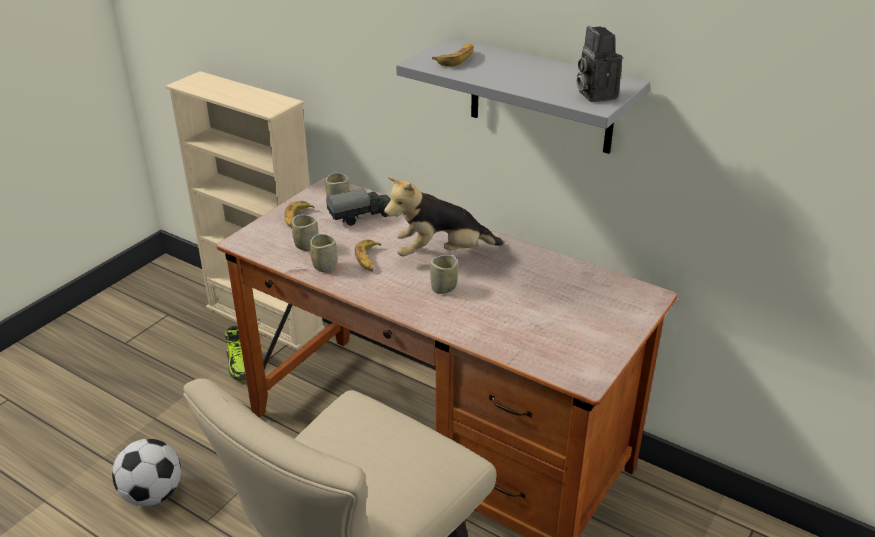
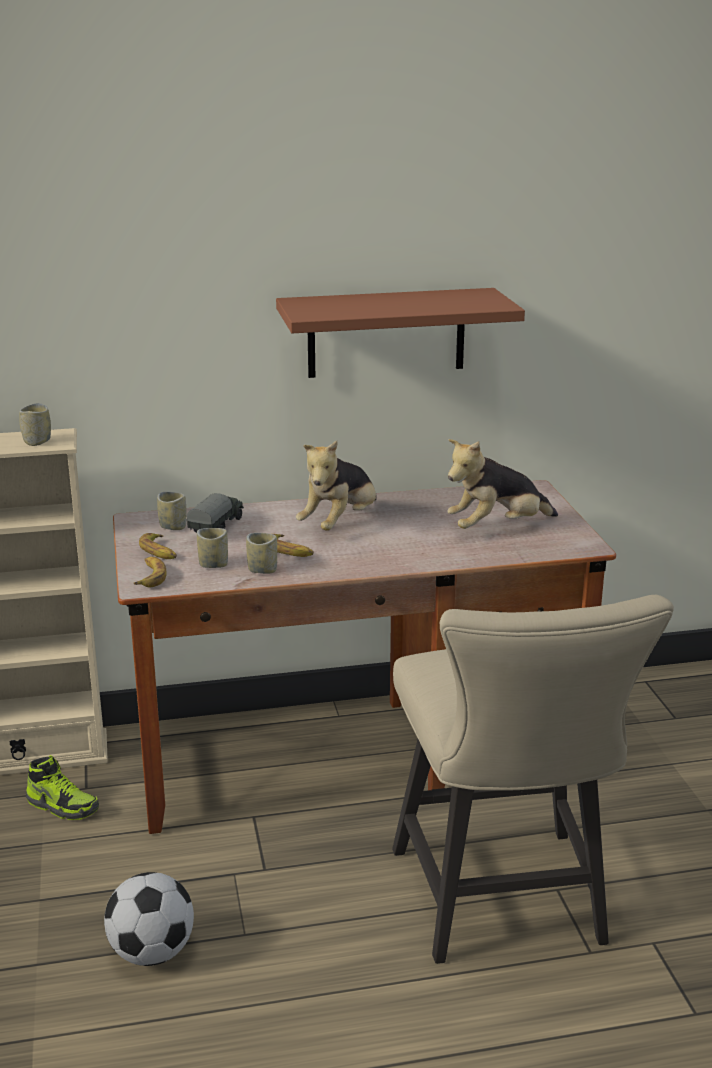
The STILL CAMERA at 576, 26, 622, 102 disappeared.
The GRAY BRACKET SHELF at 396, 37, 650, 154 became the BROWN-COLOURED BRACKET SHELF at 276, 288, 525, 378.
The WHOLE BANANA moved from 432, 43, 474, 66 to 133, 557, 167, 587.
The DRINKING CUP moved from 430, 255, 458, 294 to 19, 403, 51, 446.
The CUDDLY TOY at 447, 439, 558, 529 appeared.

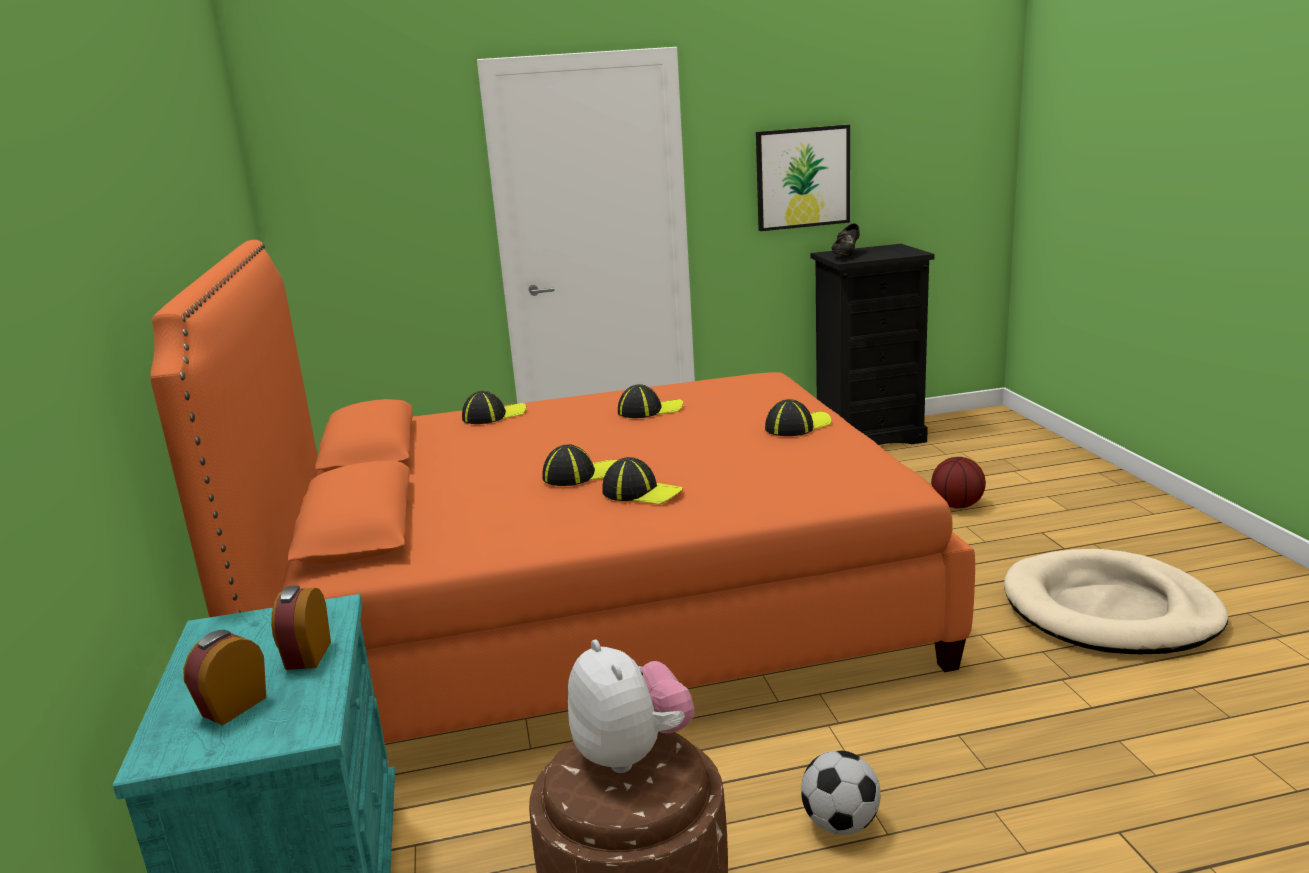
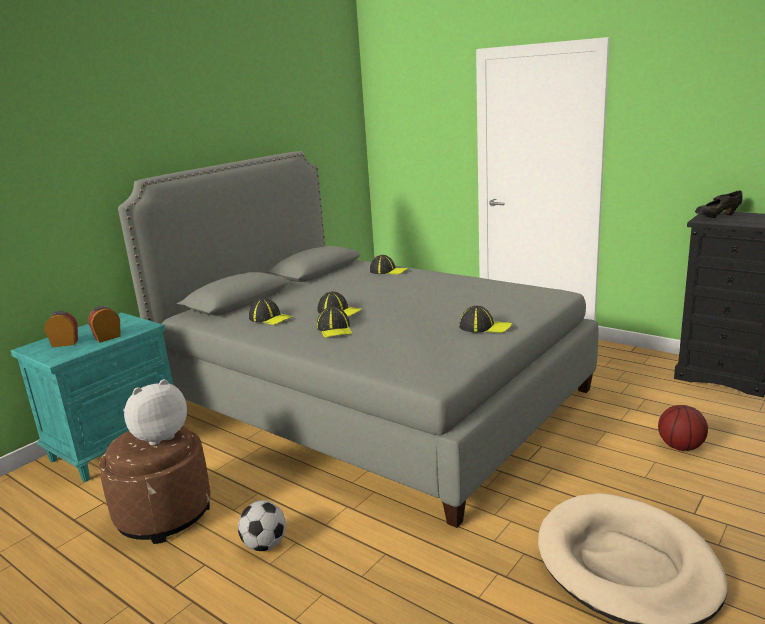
The WALL ART at 756, 125, 850, 231 disappeared.
The ORANGEY SLEEPING BED at 150, 240, 975, 743 became the GRAY SLEEPING BED at 118, 151, 599, 528.
The CAP moved from 618, 384, 683, 418 to 249, 298, 293, 325.
The CUDDLY TOY at 568, 640, 694, 773 turned 150 degrees counterclockwise.

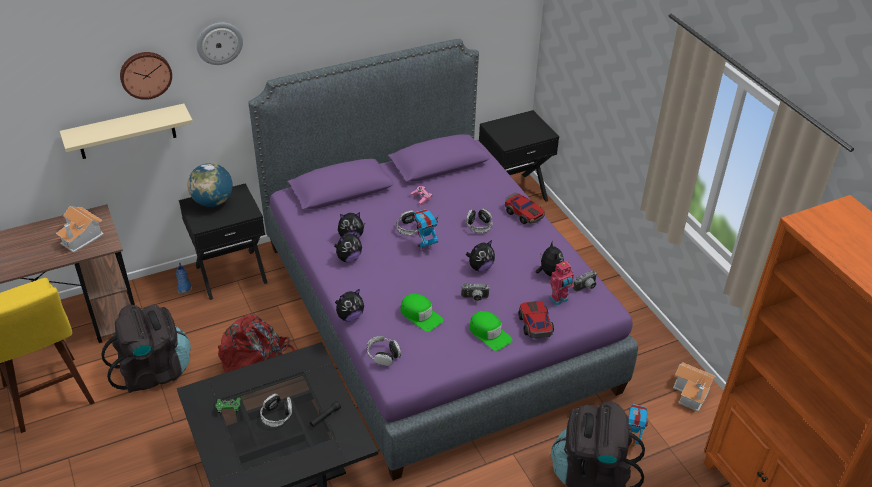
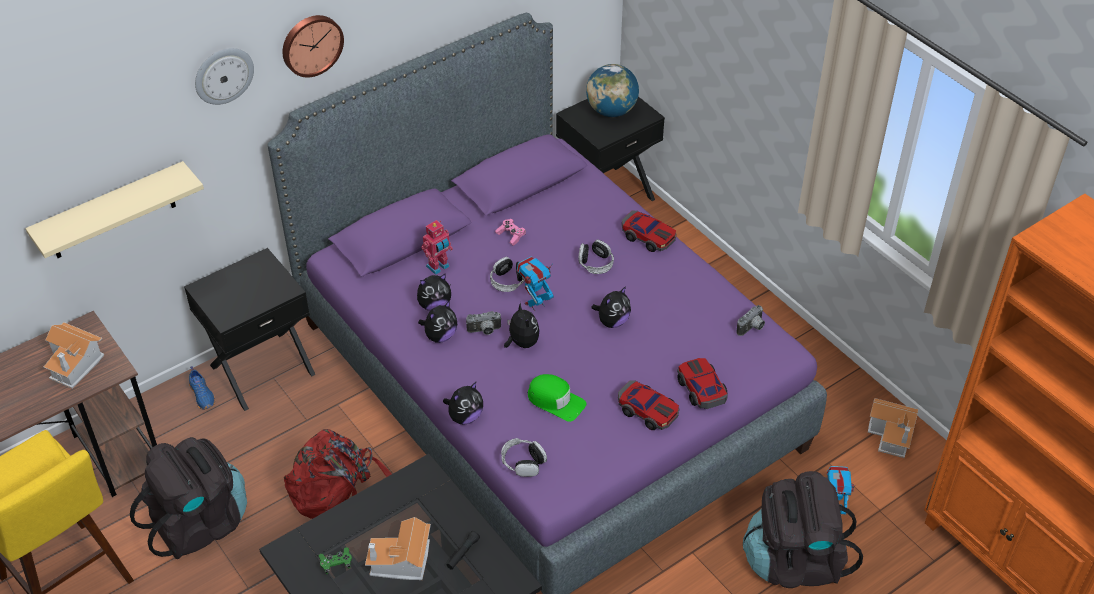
The CLOCK ON THE WALL moved from 120, 52, 172, 100 to 283, 15, 344, 77.
The GLOBE moved from 188, 163, 233, 207 to 586, 64, 639, 117.
The CUDDLY TOY moved from 535, 241, 564, 276 to 504, 302, 540, 348.
The TOY ROBOT moved from 549, 261, 574, 306 to 421, 220, 453, 275.
The STILL CAMERA moved from 461, 283, 490, 301 to 466, 311, 502, 335.
The GREENISH CAP at 469, 311, 512, 351 was replaced by the TOY CAR at 618, 380, 679, 430.
The HEADSET at 260, 394, 292, 427 was replaced by the TOY HOUSE at 365, 517, 431, 580.

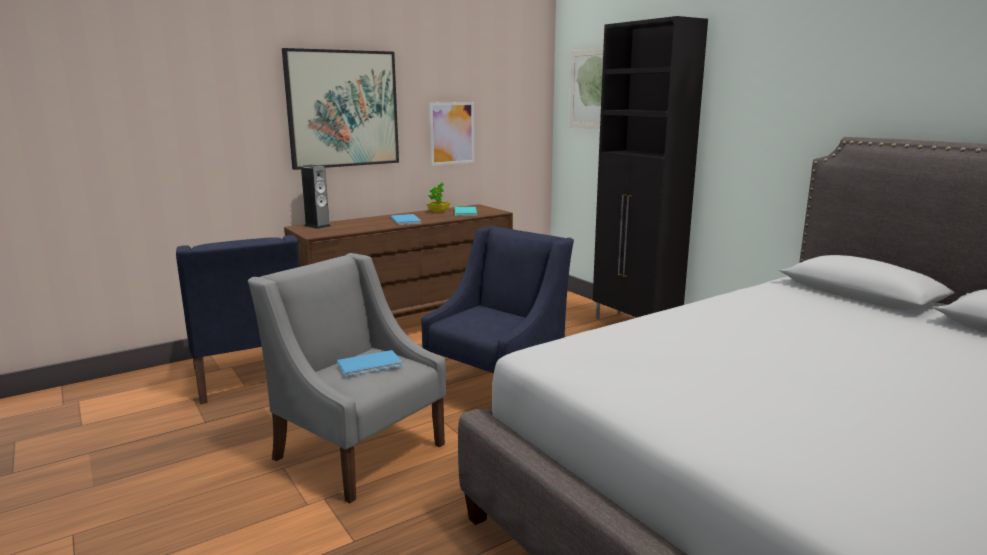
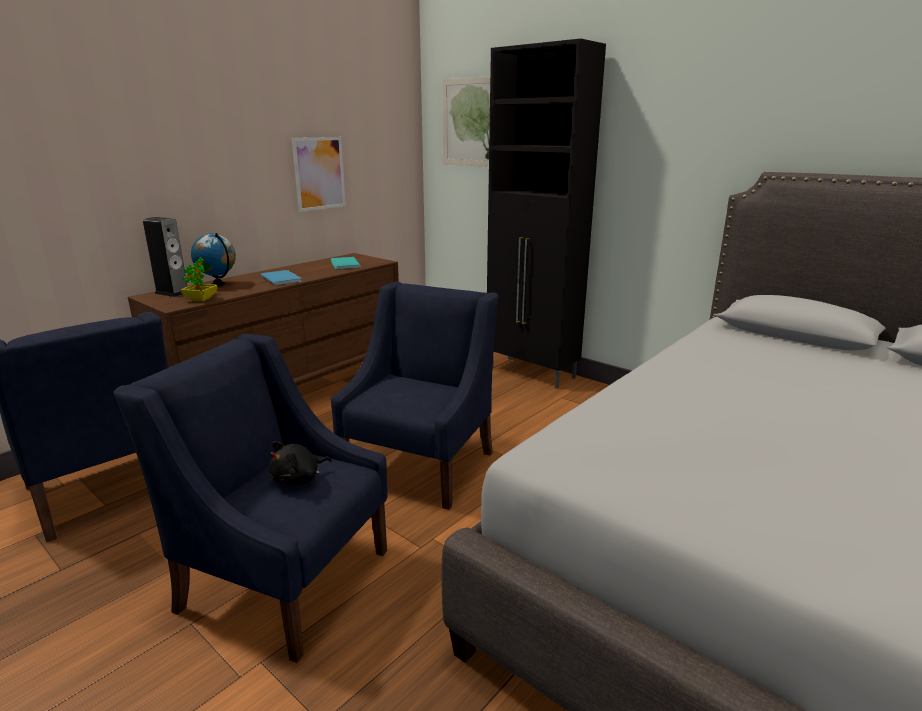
The WALL ART at 282, 48, 399, 170 disappeared.
The HOUSEPLANT moved from 427, 182, 450, 213 to 181, 258, 218, 301.
The GRAY LOUNGE CHAIR at 248, 253, 446, 503 became the BLUE LOUNGE CHAIR at 113, 334, 388, 663.
The BLUE VOLUME at 337, 350, 402, 377 was replaced by the BLACK-COLOURED CUDDLY TOY at 269, 441, 331, 485.
The GLOBE at 191, 233, 236, 286 appeared.

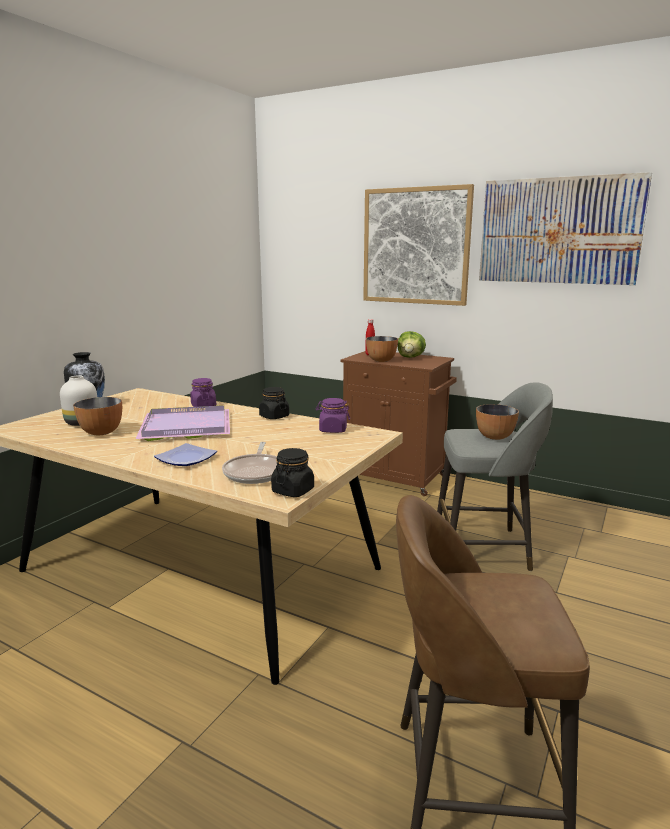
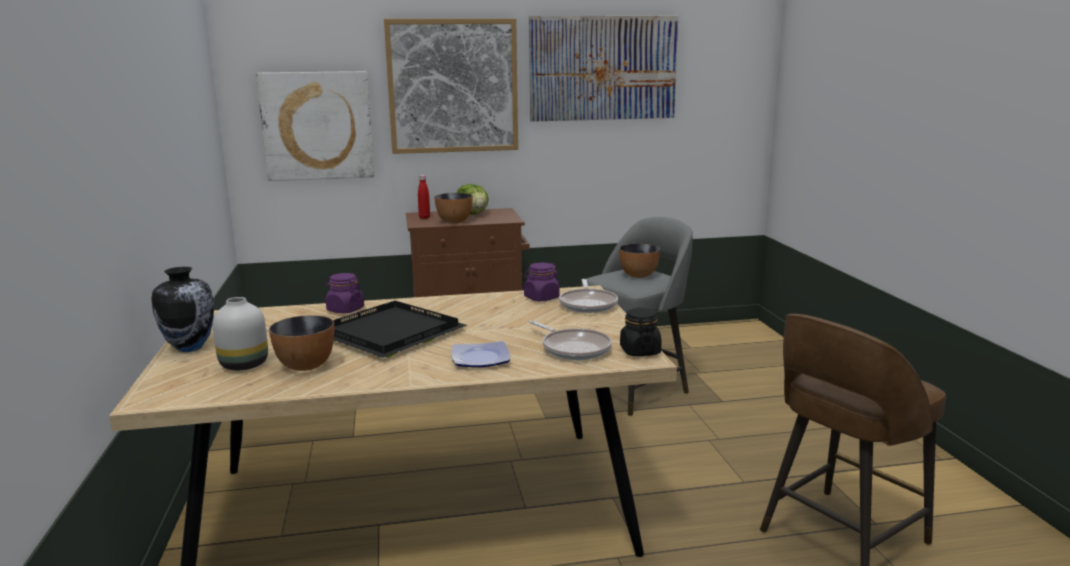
The BLACK-COLOURED STORAGE JAR at 259, 387, 289, 419 disappeared.
The PURPLISH TRAY at 136, 405, 230, 441 became the BLACK-COLOURED TRAY at 333, 301, 467, 358.
The WALL ART at 256, 71, 374, 181 appeared.
The FRYING PAN at 559, 279, 618, 313 appeared.

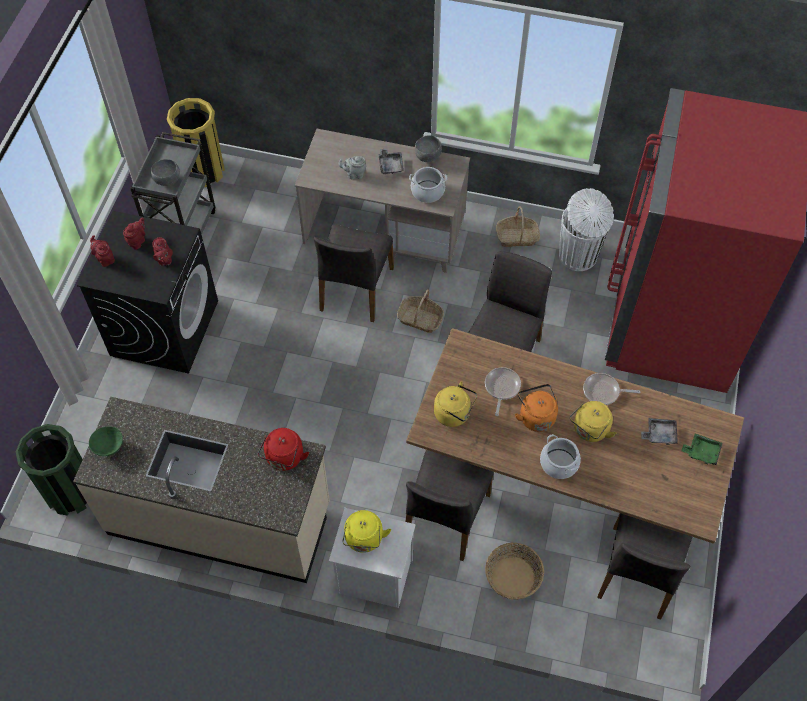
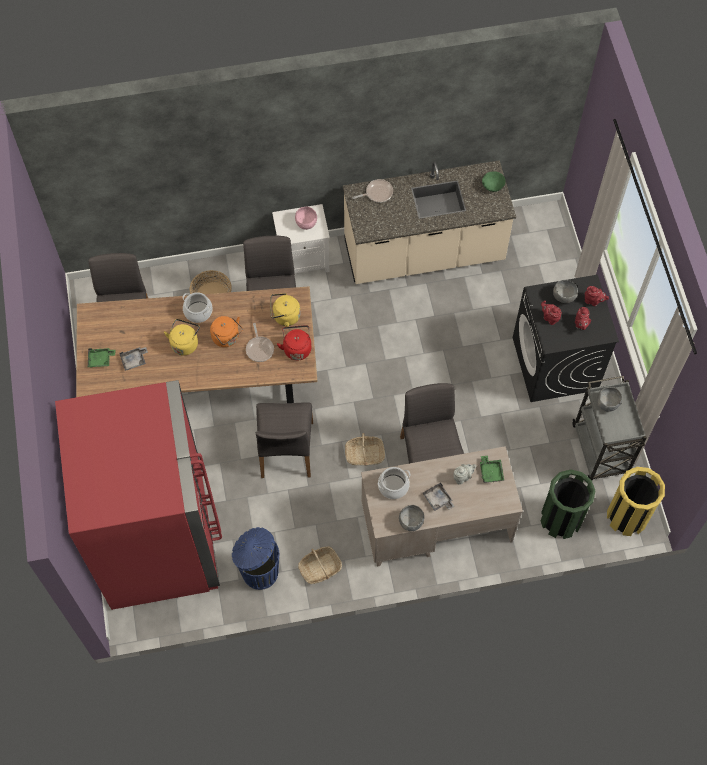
The WHITE RUBBISH BIN at 559, 188, 614, 271 became the BLUE RUBBISH BIN at 232, 527, 279, 590.
The FRYING PAN moved from 583, 373, 640, 405 to 352, 179, 393, 203.
The GREENISH RUBBISH BIN moved from 16, 424, 87, 516 to 540, 469, 595, 539.
The RED TEA KETTLE moved from 258, 428, 309, 471 to 277, 325, 311, 360.
The YELLOW TEA KETTLE at 343, 510, 391, 553 was replaced by the PINK DEEP DISH at 295, 207, 317, 230.
The GRAY DEEP DISH at 553, 280, 578, 303 appeared.
The GREENISH TRAY at 480, 456, 504, 483 appeared.

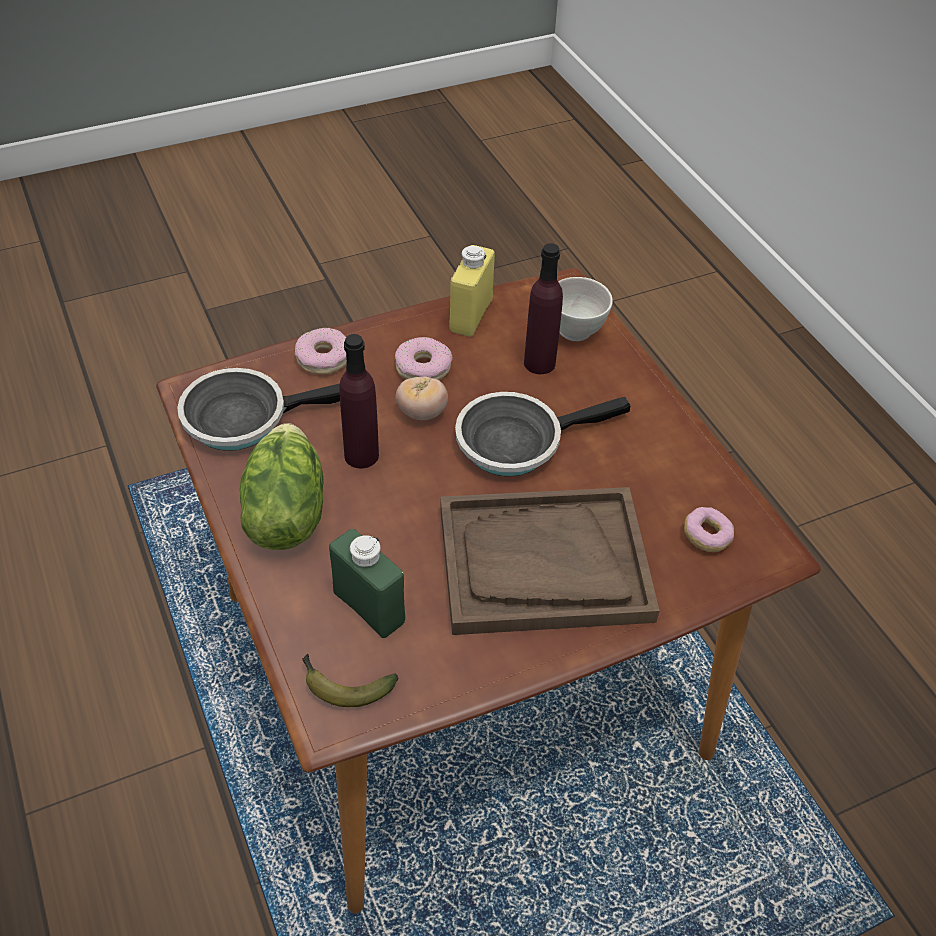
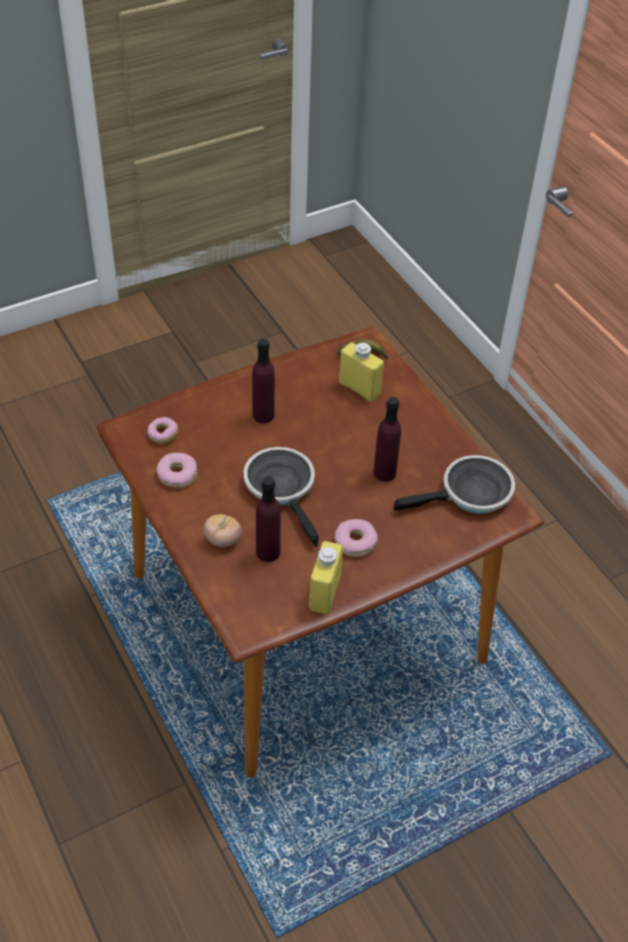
The WHITE DEEP DISH at 558, 277, 613, 341 disappeared.
The DOUGHNUT moved from 295, 328, 347, 374 to 157, 453, 197, 488.
The TOMATO moved from 395, 377, 448, 420 to 203, 514, 242, 547.
The FRYING PAN at 455, 392, 631, 476 turned 90 degrees counterclockwise.
The HEAD OF LETTUCE at 240, 423, 324, 550 disappeared.
The BROWN-COLOURED TRAY at 440, 487, 659, 635 was replaced by the PURPLISH DRINK BOTTLE at 252, 339, 275, 423.
The GREENISH DRINK BOTTLE at 329, 529, 405, 638 became the YELLOW DRINK BOTTLE at 339, 342, 384, 402.

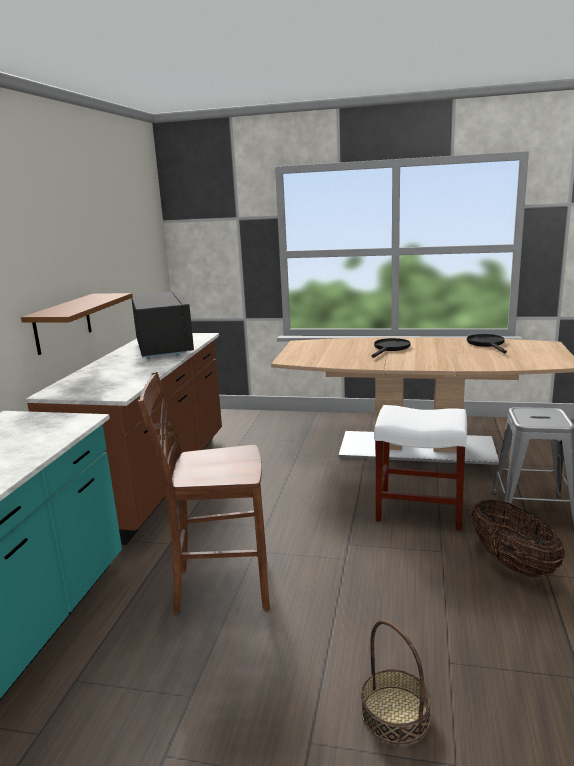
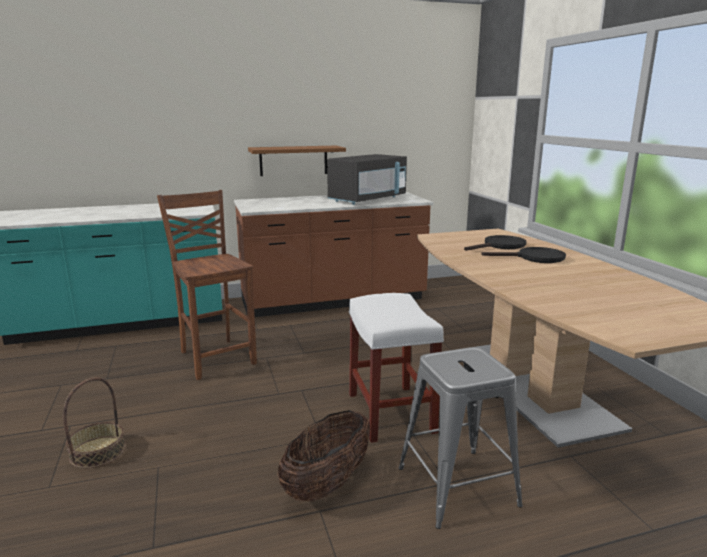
The BLACK-COLOURED FRYING PAN moved from 467, 334, 507, 354 to 464, 235, 526, 251.

